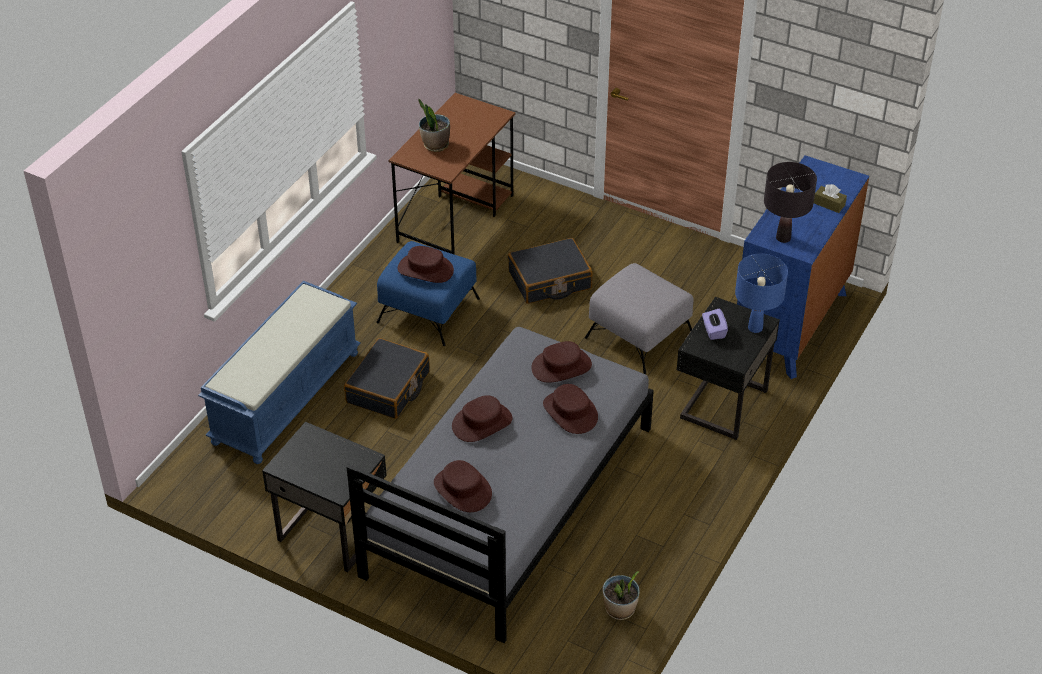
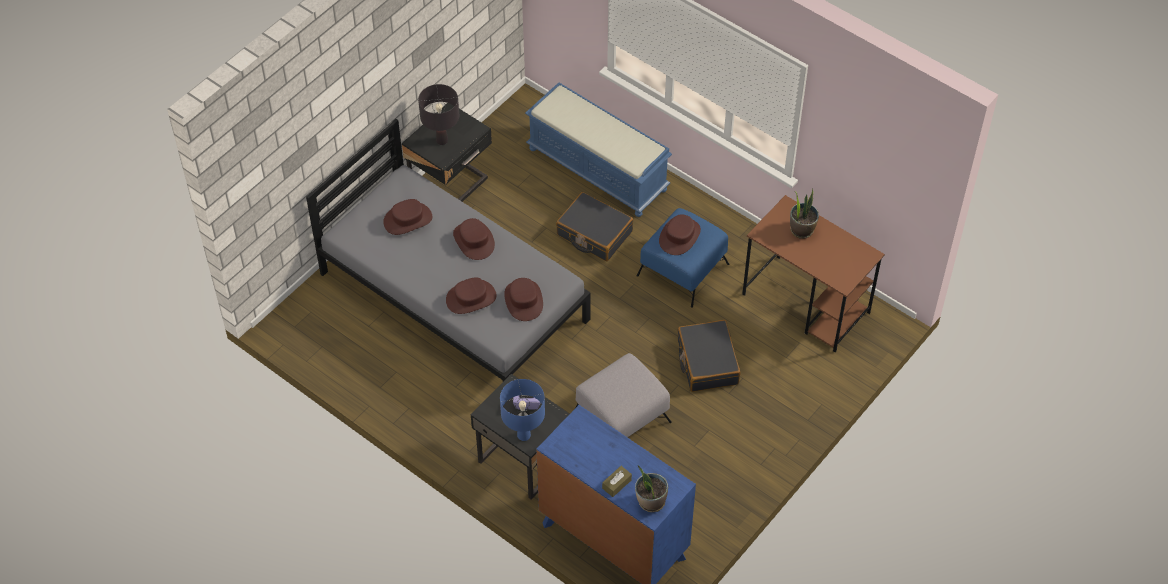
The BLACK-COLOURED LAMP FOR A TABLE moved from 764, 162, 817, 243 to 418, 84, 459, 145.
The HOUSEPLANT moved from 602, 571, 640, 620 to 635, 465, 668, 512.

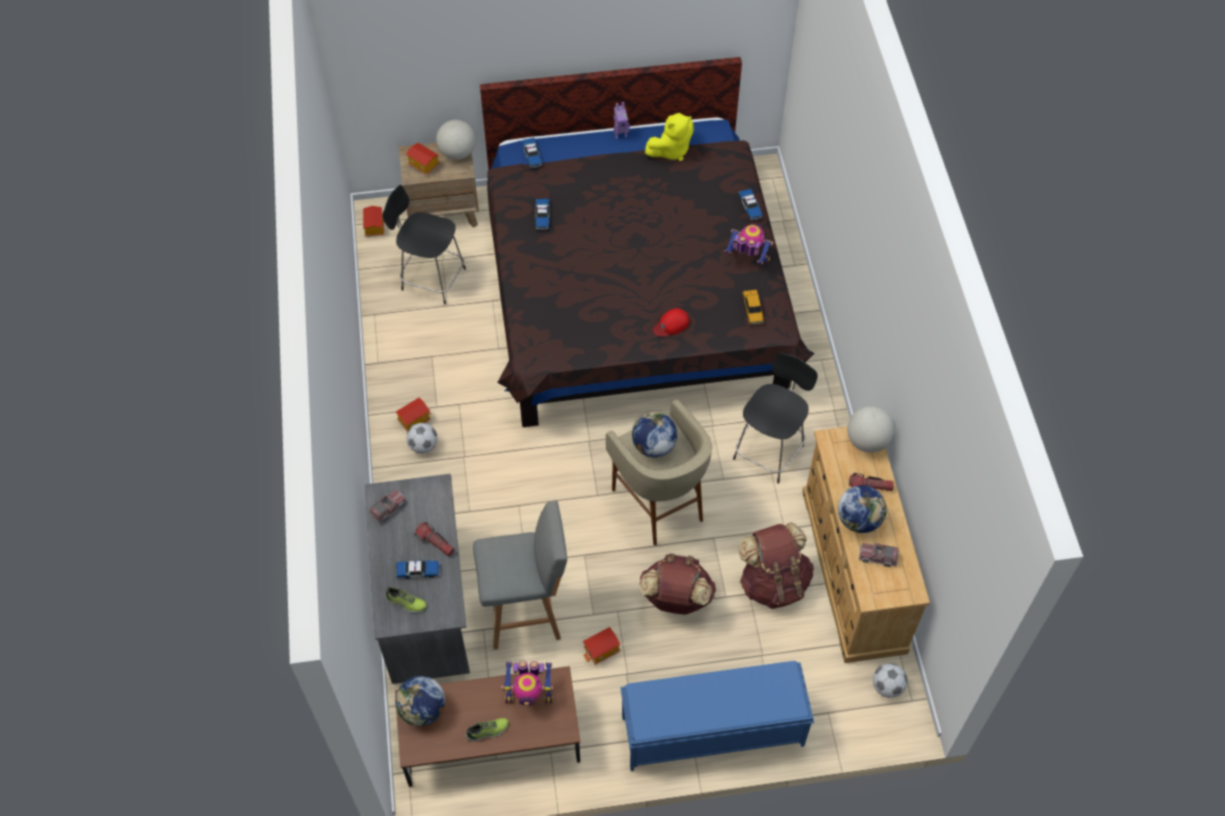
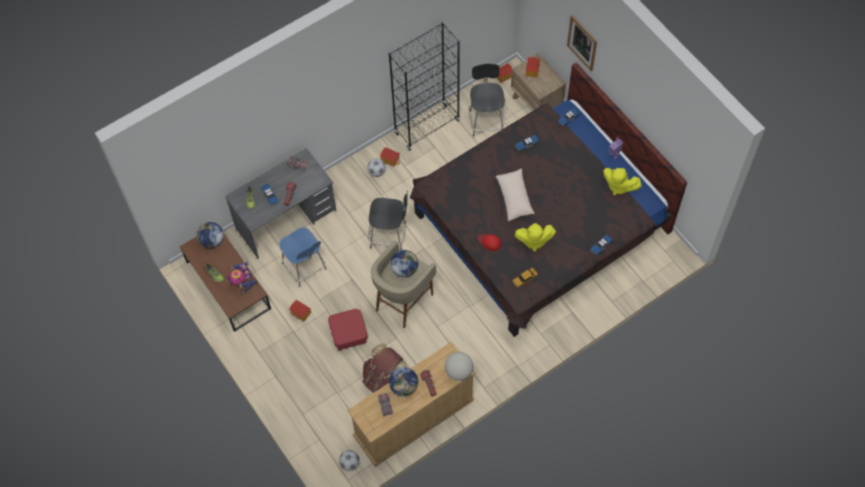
The GLOBE at 436, 120, 476, 160 disappeared.
The TOY ROBOT at 724, 224, 773, 265 disappeared.
The BLACK-COLOURED UPRIGHT CHAIR moved from 733, 353, 818, 483 to 368, 191, 408, 250.
The GRAY SITTING STOOL at 473, 500, 567, 650 was replaced by the BLUE UPRIGHT CHAIR at 279, 228, 327, 287.
The BROWN-COLOURED RUCKSACK at 639, 554, 716, 615 was replaced by the RED OTTOMAN at 328, 309, 368, 351.
The BLUE LONG SEAT at 620, 661, 814, 771 disappeared.
The WALL ART at 567, 15, 597, 71 appeared.
The BLACK-COLOURED BOOKCASE at 389, 22, 460, 150 appeared.
The SAND-COLOURED THROW PILLOW at 496, 168, 535, 221 appeared.
The YELLOW CUDDLY TOY at 515, 223, 556, 251 appeared.

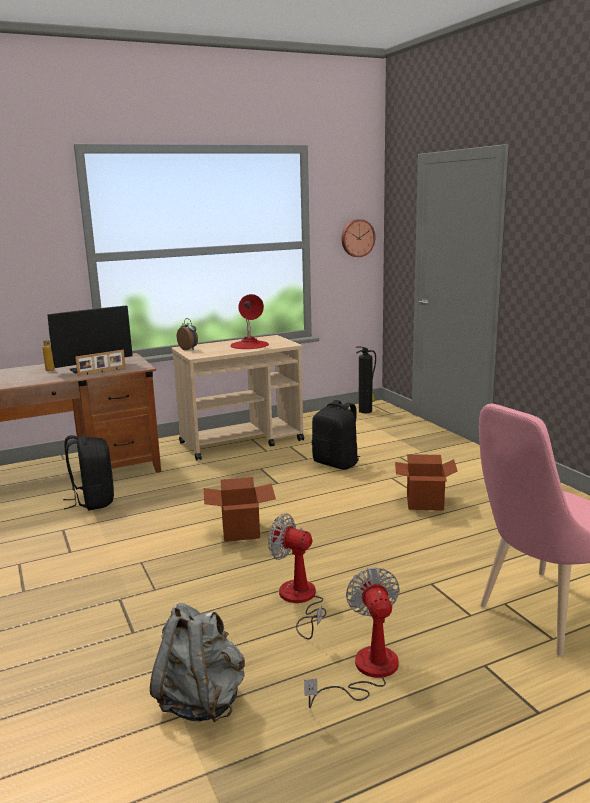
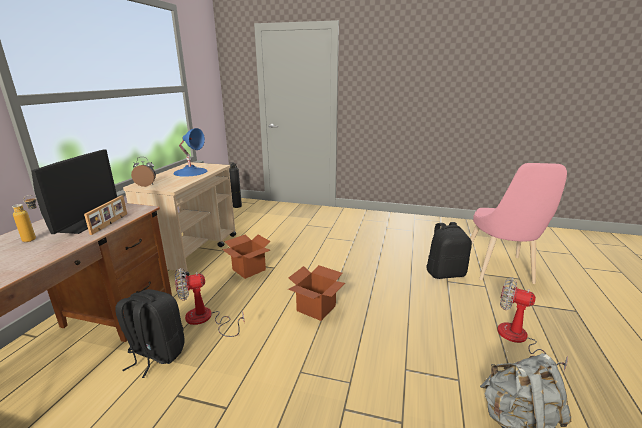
The CLOCK ON THE WALL at 342, 219, 376, 257 disappeared.
The RED LAMP FOR A TABLE at 230, 294, 269, 349 became the BLUE LAMP FOR A TABLE at 173, 128, 207, 177.
The BLACK-COLOURED RUCKSACK moved from 312, 400, 360, 470 to 426, 222, 472, 279.
The CARDBOARD BOX moved from 395, 454, 458, 511 to 222, 234, 270, 279.
The ELECTRIC FAN moved from 268, 513, 326, 640 to 175, 268, 245, 337.

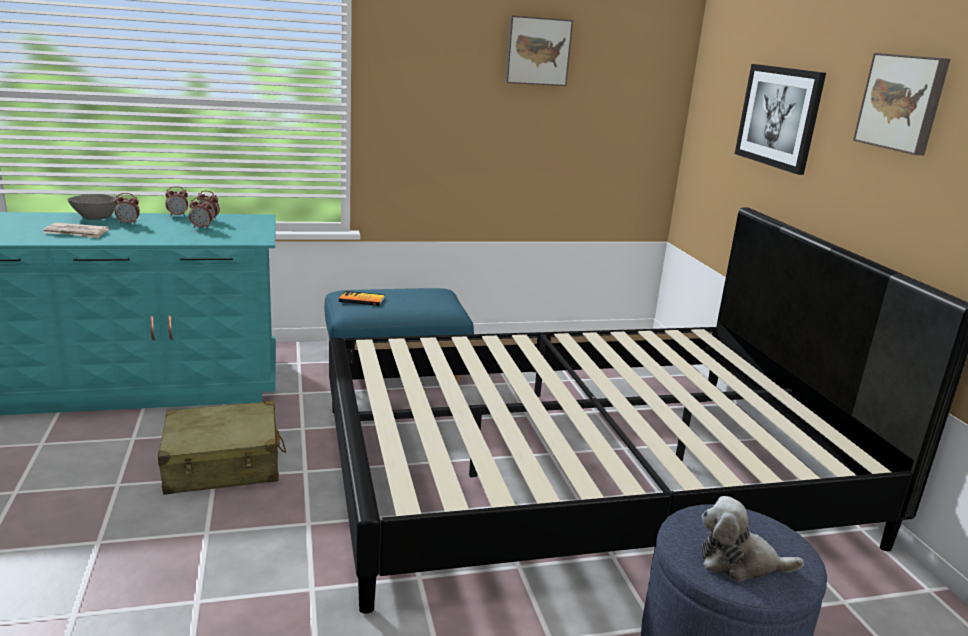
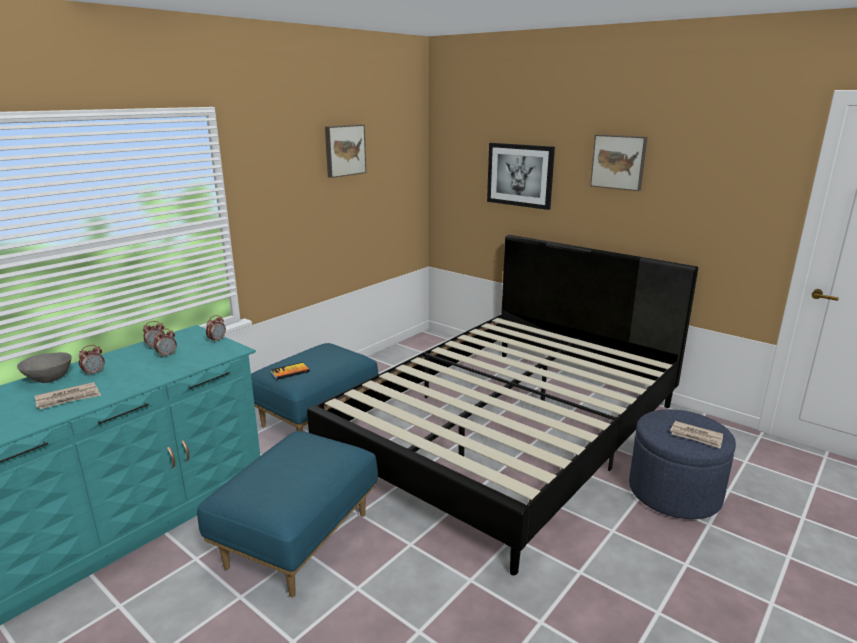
The ALARM CLOCK moved from 165, 186, 188, 216 to 206, 315, 226, 343.
The SAND-COLOURED SUITCASE at 158, 401, 286, 495 was replaced by the BLUE OTTOMAN at 197, 431, 378, 597.
The CUDDLY TOY at 701, 496, 804, 581 was replaced by the NEWSPAPER at 670, 421, 723, 449.

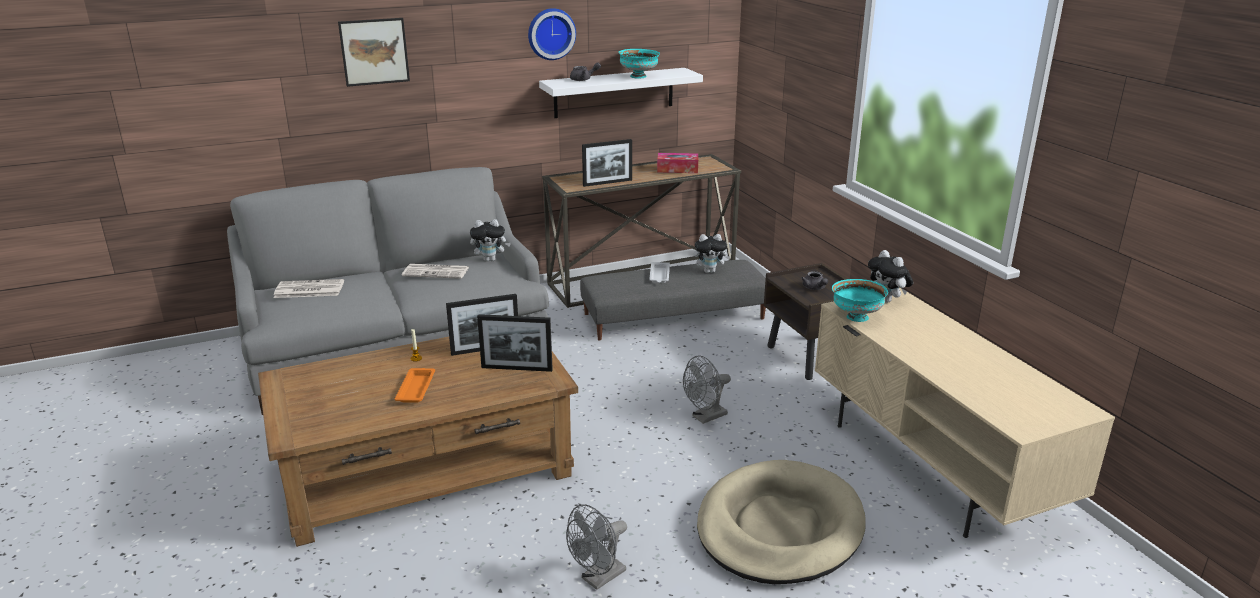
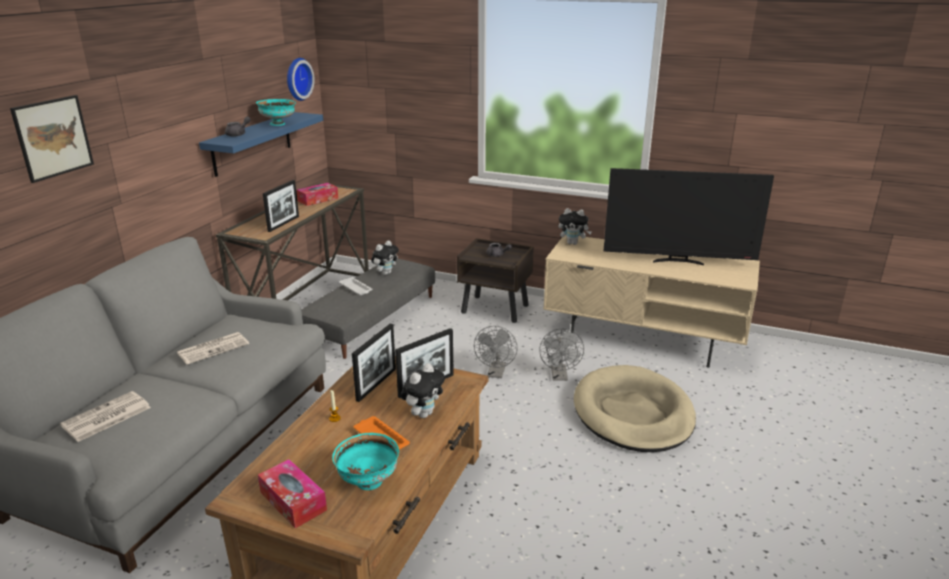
The CLOCK ON THE WALL moved from 528, 8, 576, 60 to 287, 58, 315, 101.
The WHITE BRACKET SHELF at 539, 68, 703, 118 became the BLUE BRACKET SHELF at 199, 112, 323, 177.
The CUDDLY TOY moved from 470, 219, 511, 262 to 401, 363, 445, 418.
The TURQUOISE DEEP DISH moved from 832, 279, 888, 322 to 332, 433, 399, 490.
The GRAY ELECTRIC FAN moved from 566, 504, 627, 590 to 539, 328, 584, 381.
The TV at 604, 168, 774, 266 appeared.
The BOX OF TISSUES at 258, 459, 327, 528 appeared.

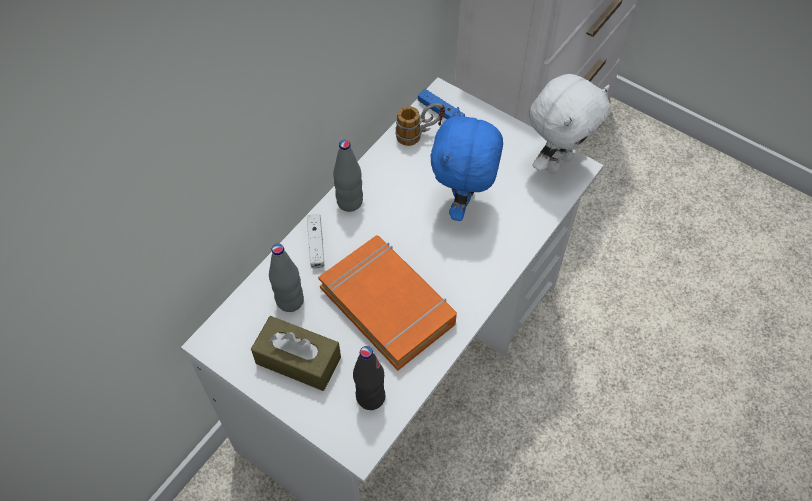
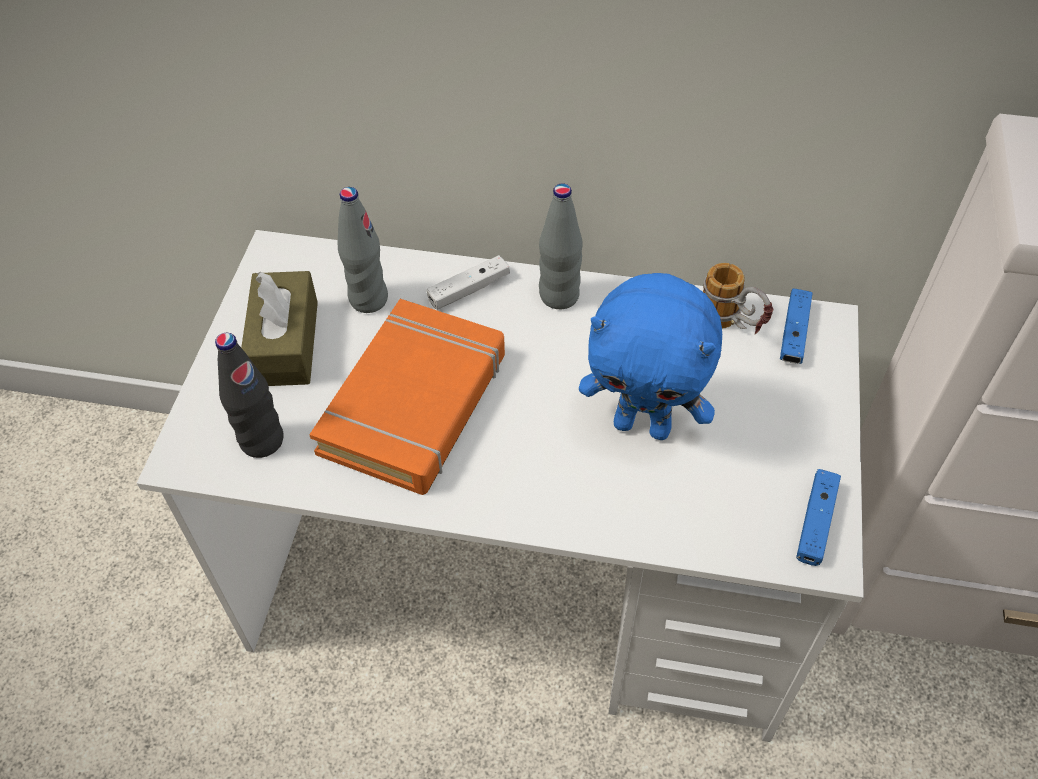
The WHITE CUDDLY TOY at 529, 74, 610, 173 was replaced by the BLUE GAMEPAD at 796, 469, 841, 566.
The BLUE CUDDLY TOY at 431, 107, 503, 221 turned 150 degrees counterclockwise.

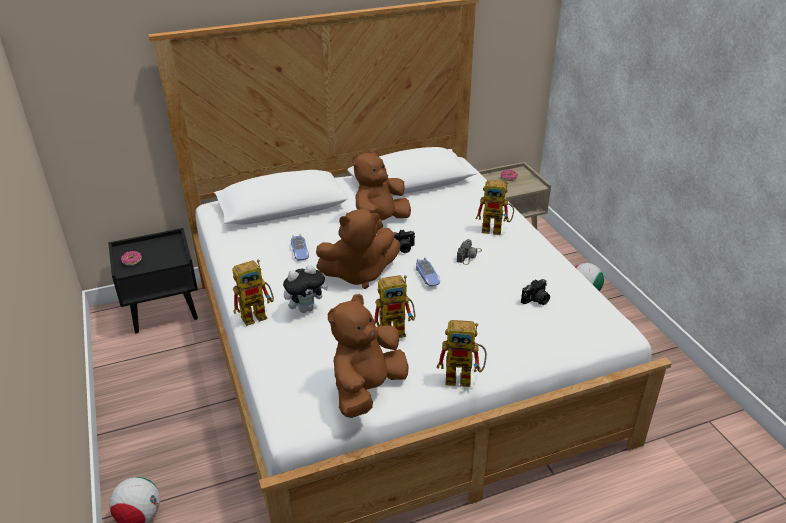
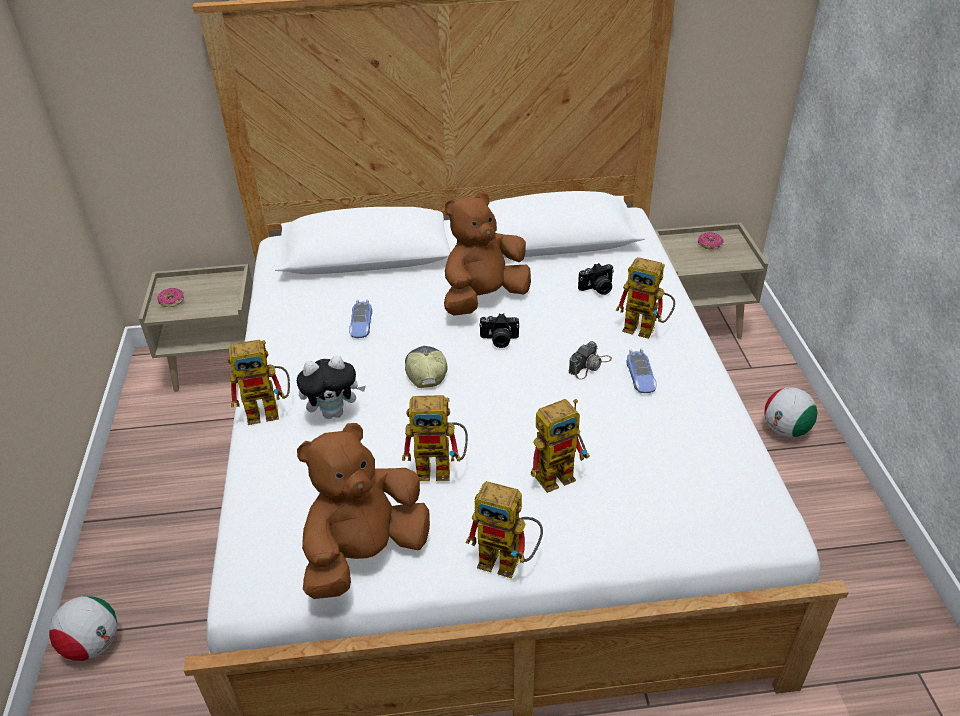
The BROWN-COLOURED CUDDLY TOY at 316, 209, 401, 289 was replaced by the CAP at 405, 346, 447, 388.
The BLACK-COLOURED NIGHT TABLE at 108, 228, 198, 333 became the SAND-COLOURED NIGHT TABLE at 139, 264, 253, 392.
The TOY CAR moved from 416, 257, 440, 286 to 627, 348, 657, 393.
The STILL CAMERA moved from 521, 279, 550, 305 to 578, 263, 614, 295.
The TOY ROBOT at 531, 399, 590, 493 appeared.

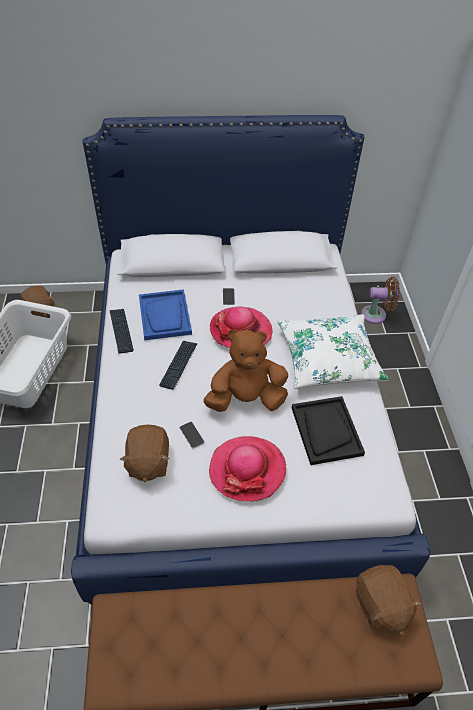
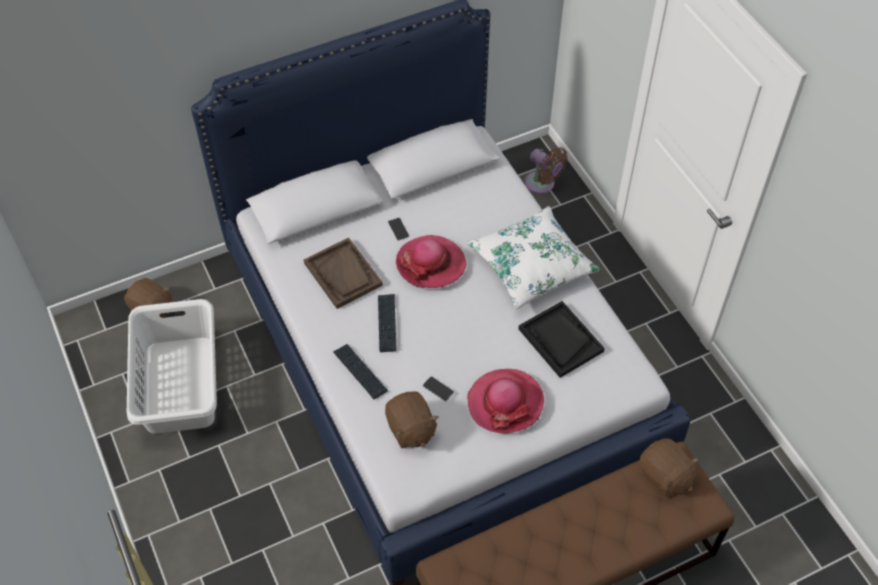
The BROWN-COLOURED ELECTRIC FAN at 361, 277, 400, 324 turned 60 degrees clockwise.
The BLUE TRAY at 139, 289, 192, 340 became the BROWN-COLOURED TRAY at 304, 238, 383, 309.
The PC KEYBOARD moved from 109, 309, 134, 354 to 333, 344, 388, 399.
The BROWN-COLOURED CUDDLY TOY at 203, 329, 288, 412 disappeared.

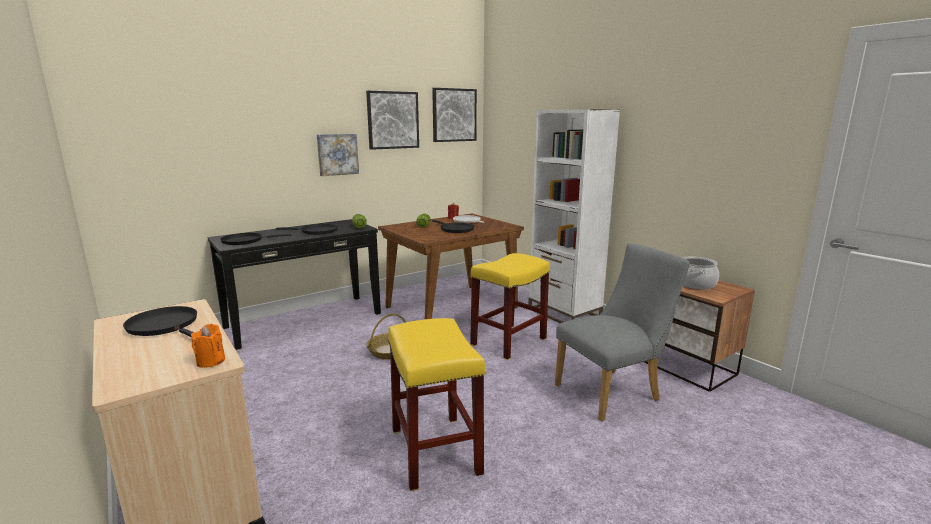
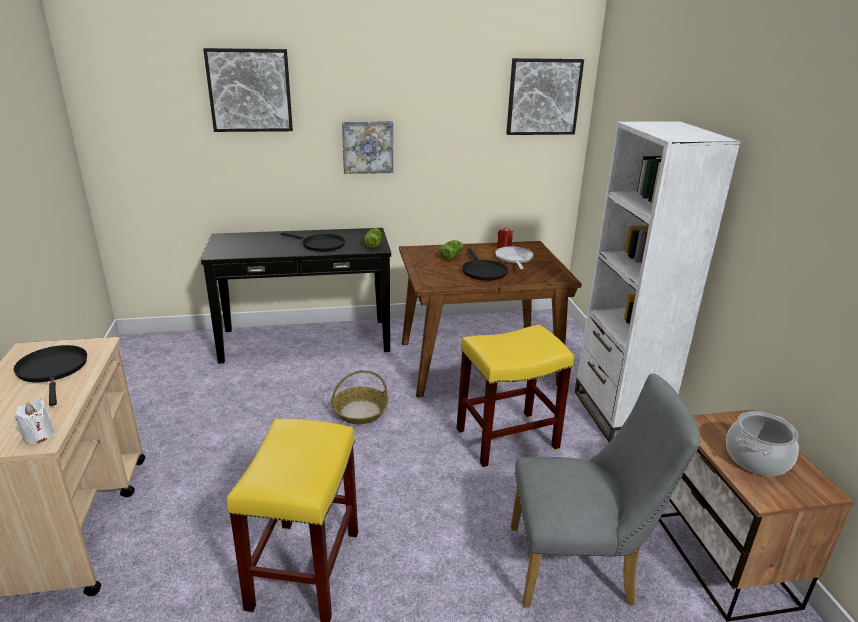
The WALL ART moved from 366, 91, 419, 150 to 203, 48, 293, 132.
The BLACK-COLOURED FRYING PAN at 220, 233, 291, 245 disappeared.
The ORANGEY CANDLE at 191, 324, 225, 368 became the WHITE CANDLE at 15, 399, 55, 444.

